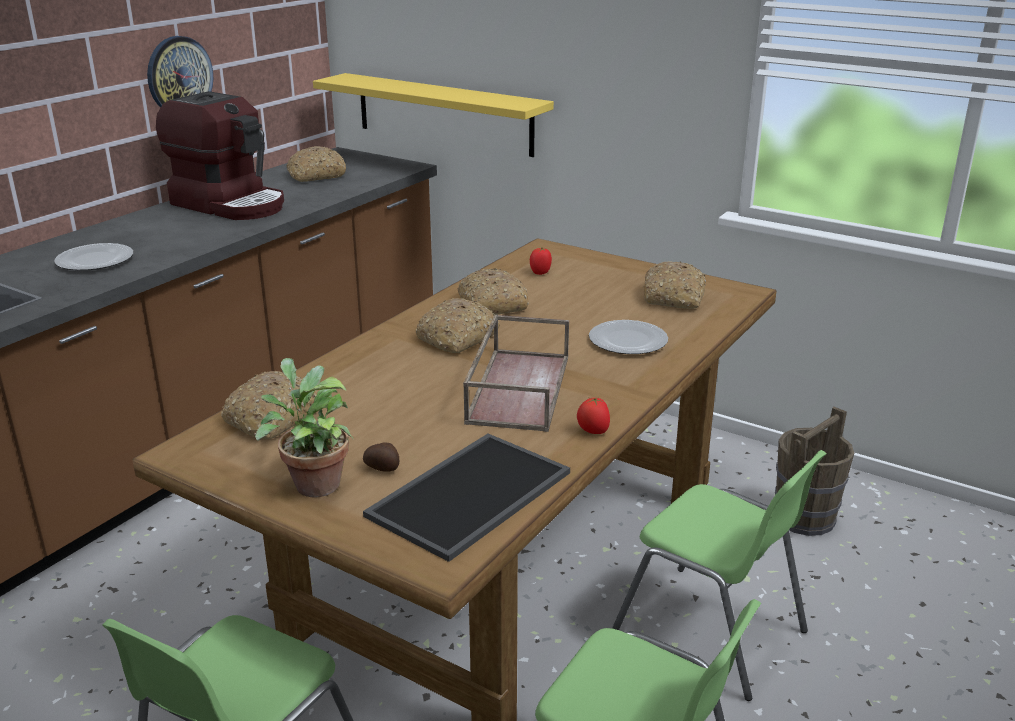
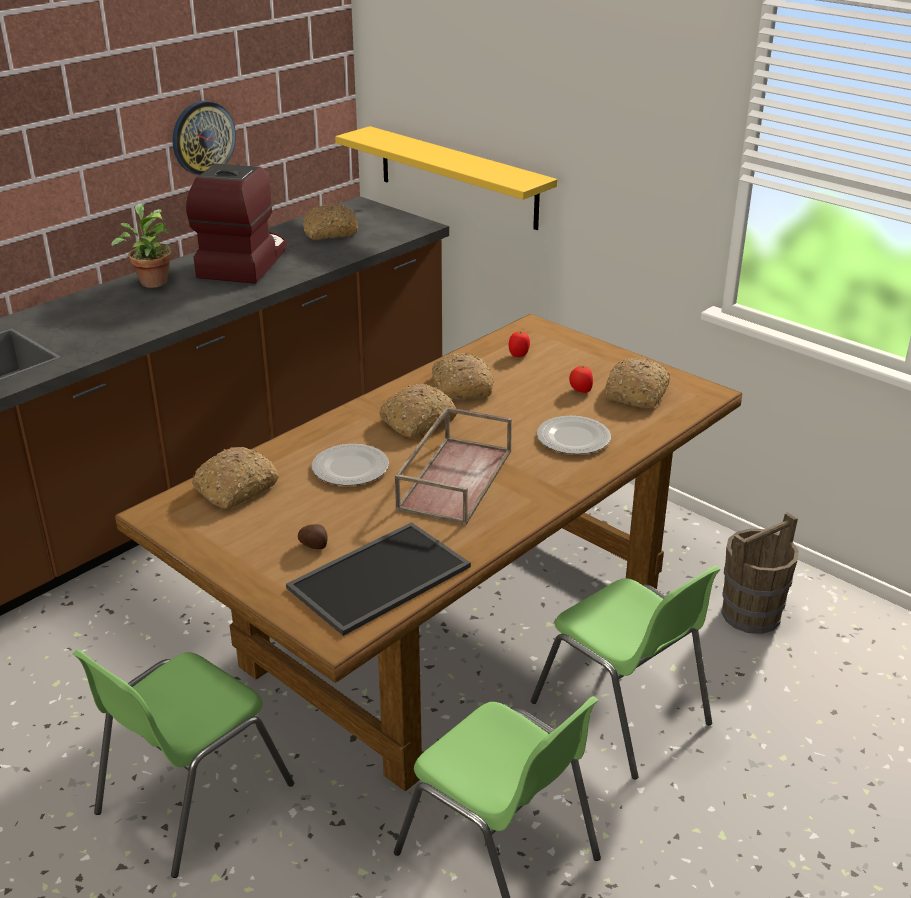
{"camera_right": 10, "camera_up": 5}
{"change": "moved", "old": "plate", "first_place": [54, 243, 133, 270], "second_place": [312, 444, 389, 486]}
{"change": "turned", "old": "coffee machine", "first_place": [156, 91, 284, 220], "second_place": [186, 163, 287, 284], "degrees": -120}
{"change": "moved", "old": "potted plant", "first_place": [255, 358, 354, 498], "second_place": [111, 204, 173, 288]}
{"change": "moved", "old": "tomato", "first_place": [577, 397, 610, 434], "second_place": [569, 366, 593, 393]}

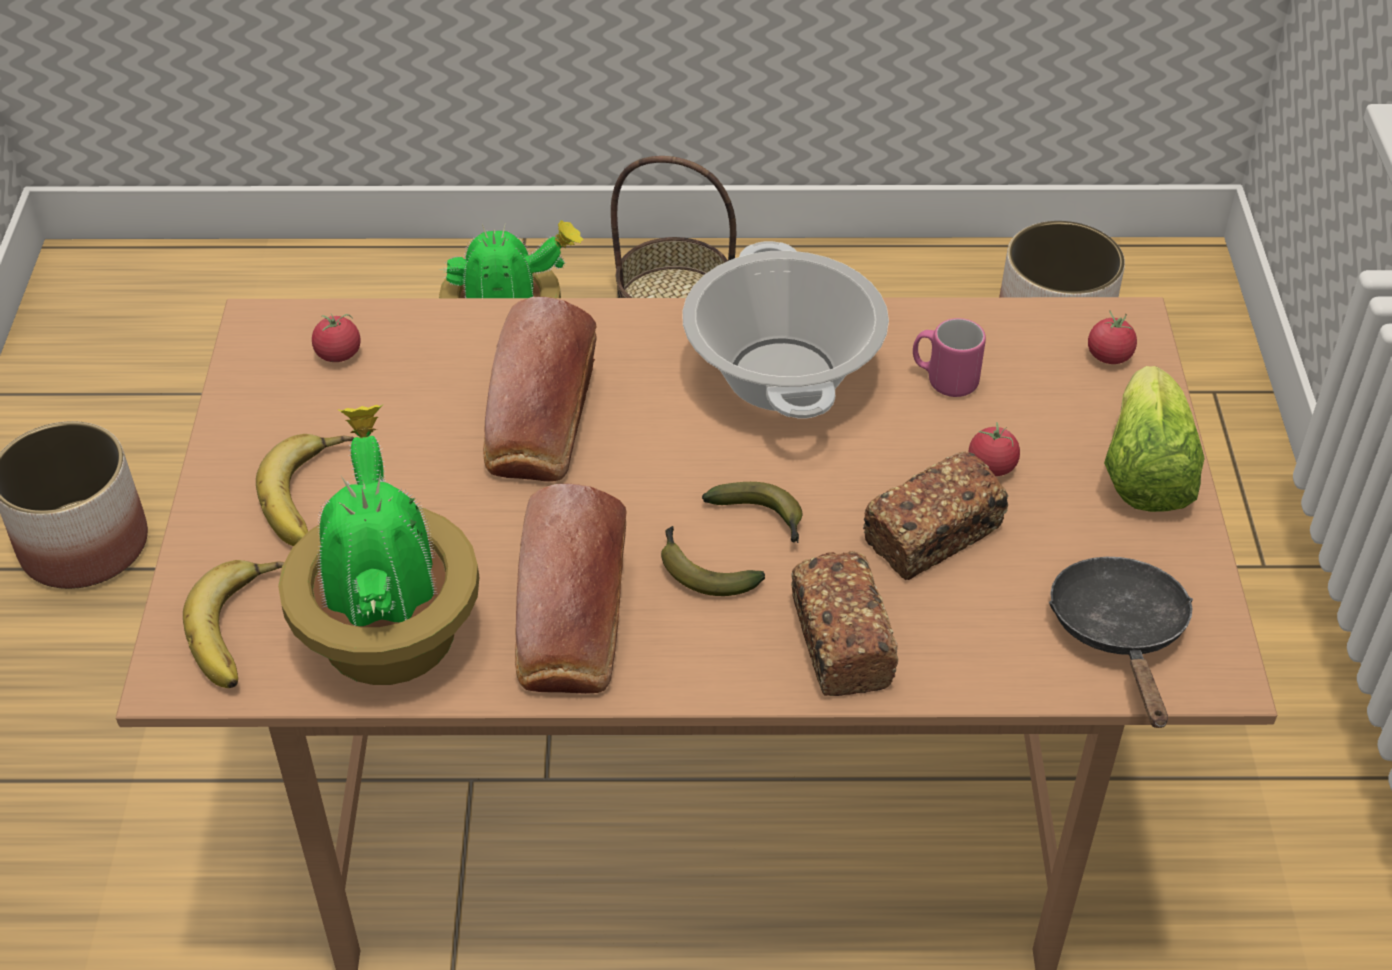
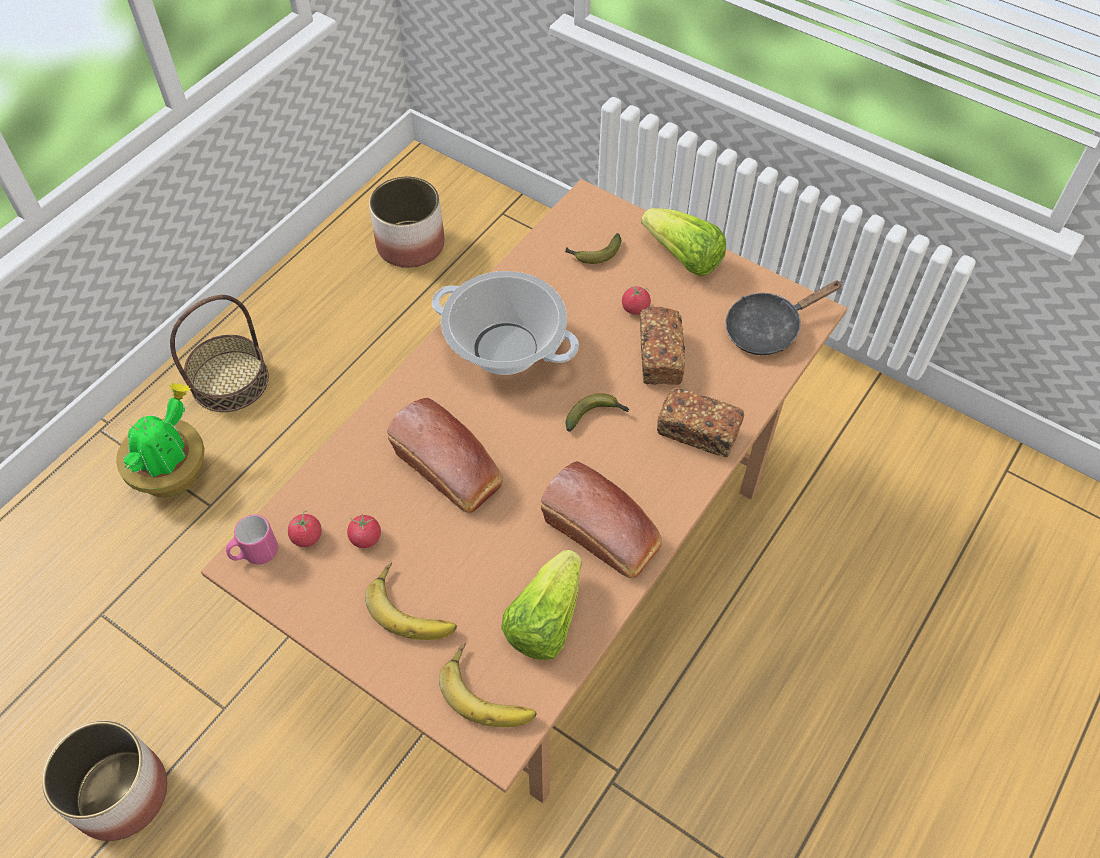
{"camera_right": -55, "camera_up": 10}
{"change": "replaced", "old": "potted plant", "new": "lettuce", "first_place": [278, 404, 480, 685], "second_place": [501, 550, 582, 660]}
{"change": "moved", "old": "banana", "first_place": [661, 526, 765, 596], "second_place": [565, 233, 621, 264]}
{"change": "moved", "old": "pink mug", "first_place": [913, 318, 986, 397], "second_place": [226, 514, 278, 565]}
{"change": "turned", "old": "black frying pan", "first_place": [1049, 557, 1193, 728], "second_place": [725, 281, 843, 355], "degrees": -60}
{"change": "moved", "old": "tomato", "first_place": [1088, 310, 1137, 364], "second_place": [347, 514, 381, 548]}

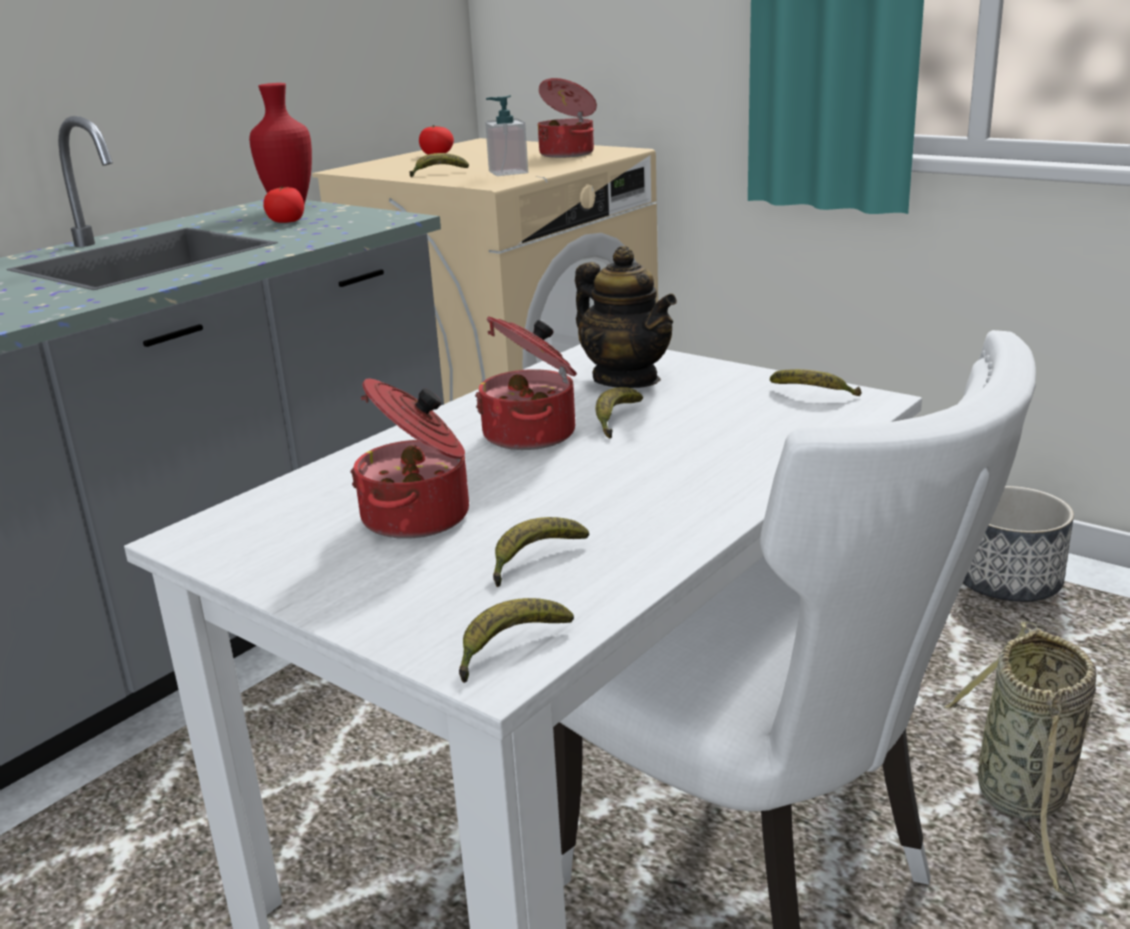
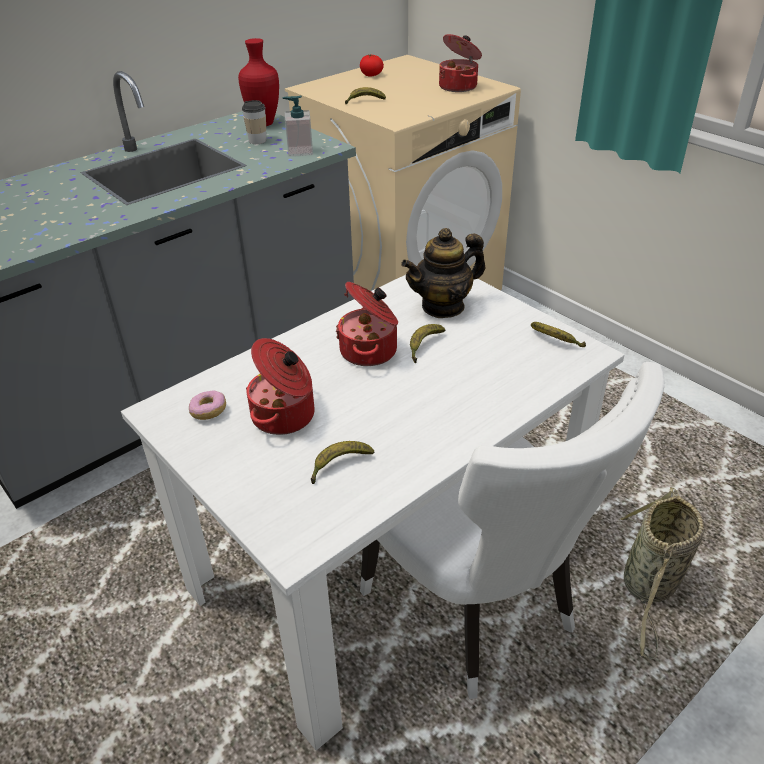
{"camera_right": 10, "camera_up": 15}
{"change": "replaced", "old": "tomato", "new": "cup", "first_place": [263, 186, 304, 223], "second_place": [242, 100, 266, 144]}
{"change": "removed", "old": "banana", "first_place": [459, 598, 574, 683]}
{"change": "moved", "old": "soap dispenser", "first_place": [485, 95, 528, 176], "second_place": [282, 96, 313, 156]}
{"change": "turned", "old": "teapot", "first_place": [575, 246, 677, 388], "second_place": [401, 228, 485, 318], "degrees": 90}
{"change": "removed", "old": "planter", "first_place": [963, 486, 1074, 602]}
{"change": "added", "new": "donut", "second_place": [189, 390, 226, 420]}

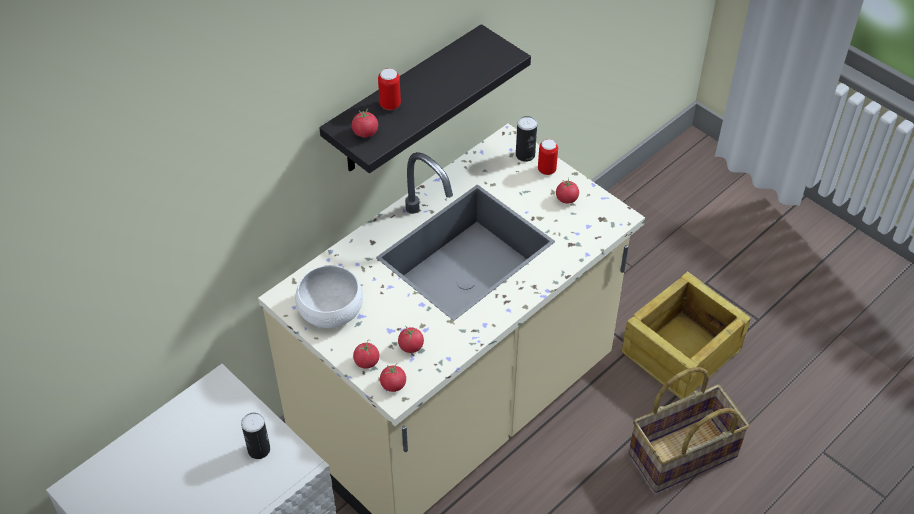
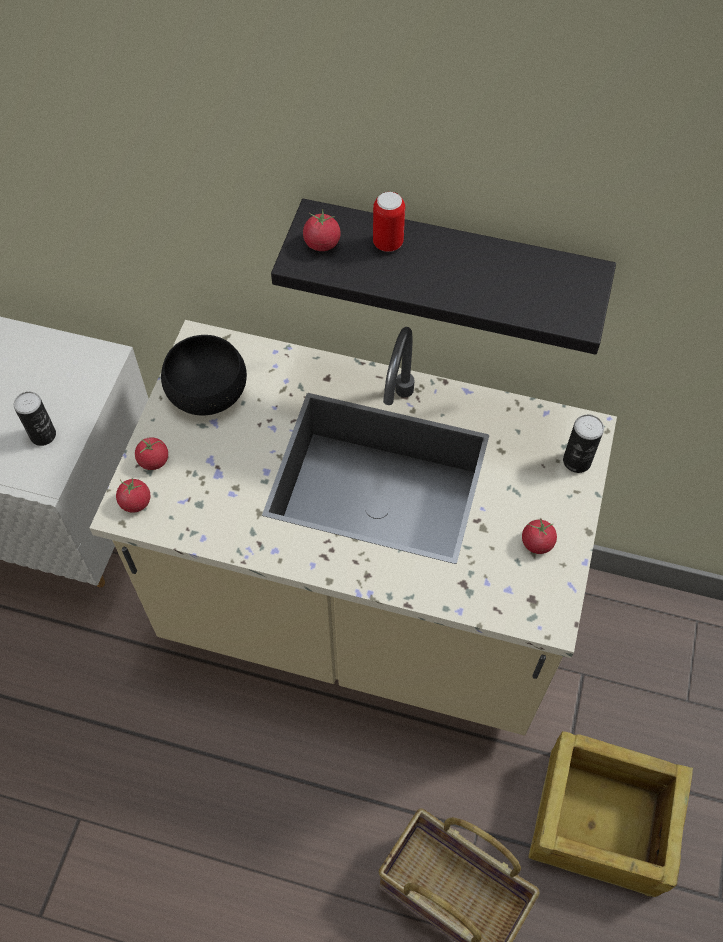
{"camera_right": 60, "camera_up": 10}
{"change": "recoloured", "old": "white bowl", "new": "black bowl", "first_place": [295, 265, 363, 328], "second_place": [161, 335, 247, 415]}
{"change": "removed", "old": "tomato", "first_place": [398, 326, 424, 353]}
{"change": "removed", "old": "can", "first_place": [538, 139, 558, 175]}

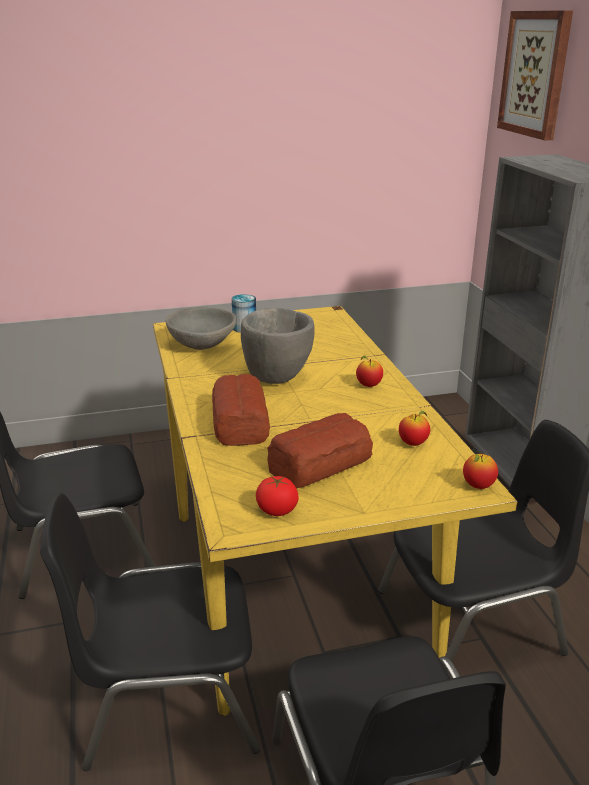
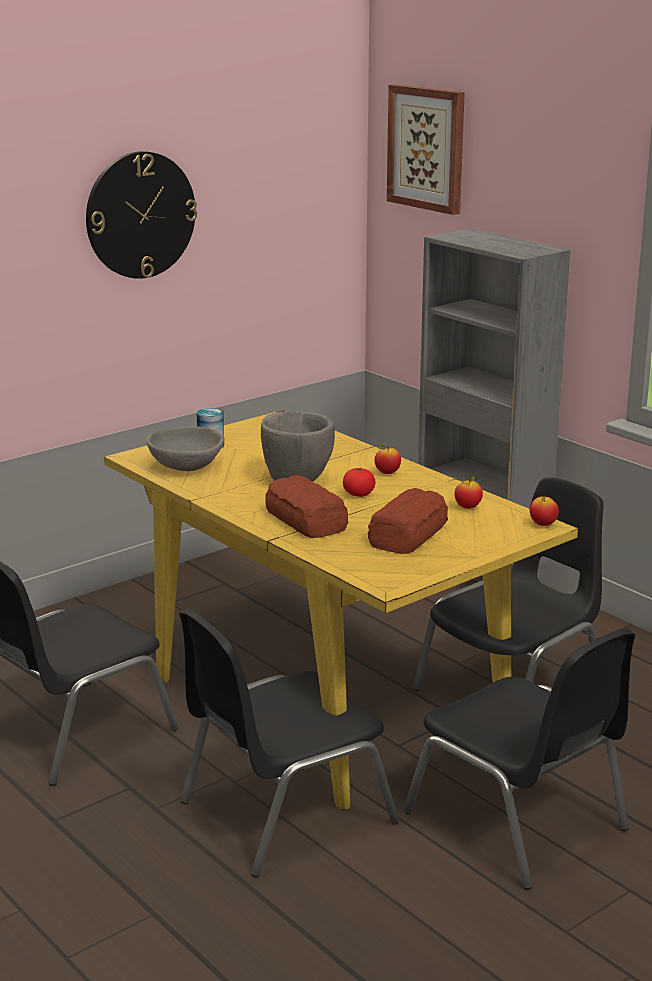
{"camera_right": -25, "camera_up": -5}
{"change": "moved", "old": "tomato", "first_place": [256, 476, 298, 516], "second_place": [343, 468, 376, 497]}
{"change": "added", "new": "wall clock", "second_place": [86, 151, 197, 279]}

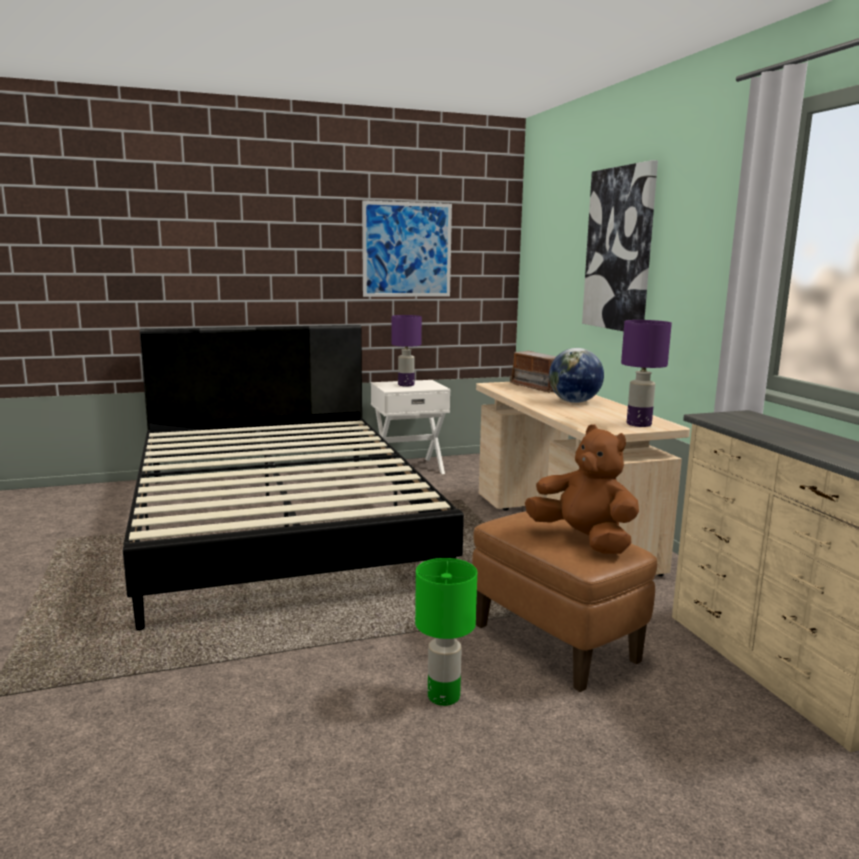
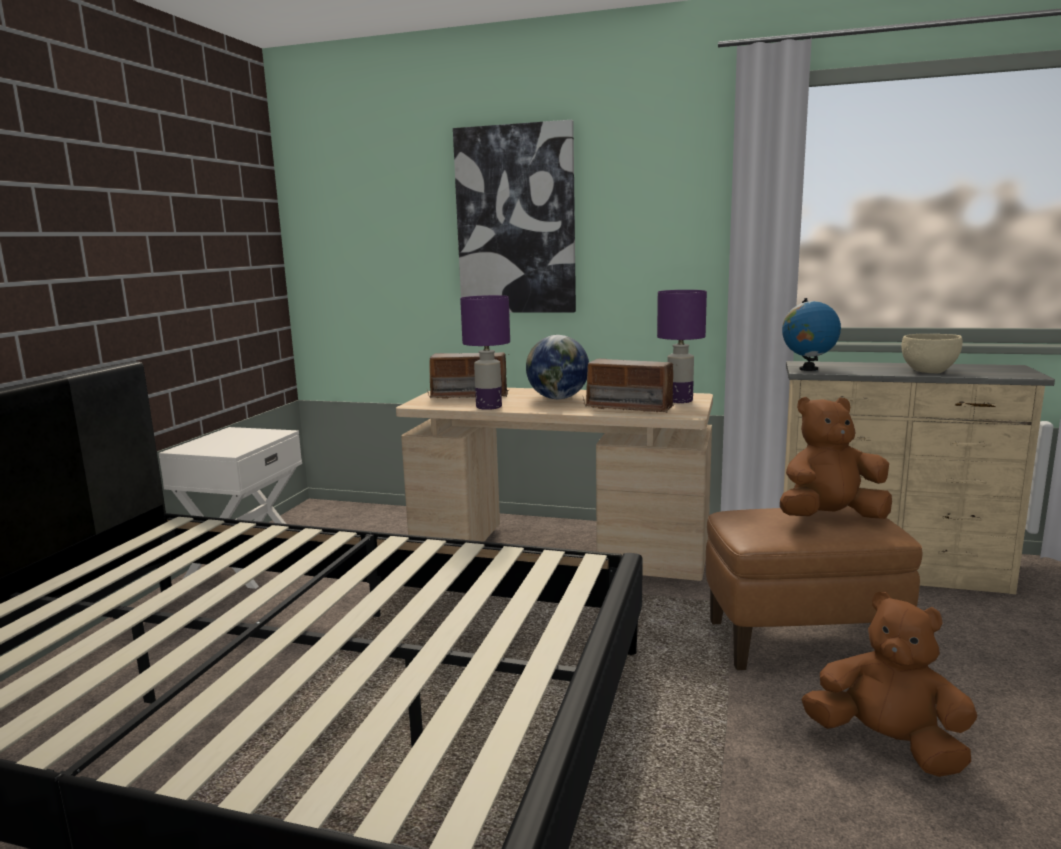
{"camera_right": -55, "camera_up": 0}
{"change": "removed", "old": "picture", "first_place": [362, 200, 452, 297]}
{"change": "moved", "old": "purple table lamp", "first_place": [392, 315, 422, 386], "second_place": [460, 295, 510, 410]}
{"change": "replaced", "old": "green table lamp", "new": "brown plush toy", "first_place": [415, 558, 477, 706], "second_place": [802, 592, 978, 777]}
{"change": "added", "new": "radio", "second_place": [582, 358, 678, 413]}
{"change": "added", "new": "globe", "second_place": [782, 298, 841, 371]}
{"change": "added", "new": "beige bowl", "second_place": [902, 334, 962, 373]}

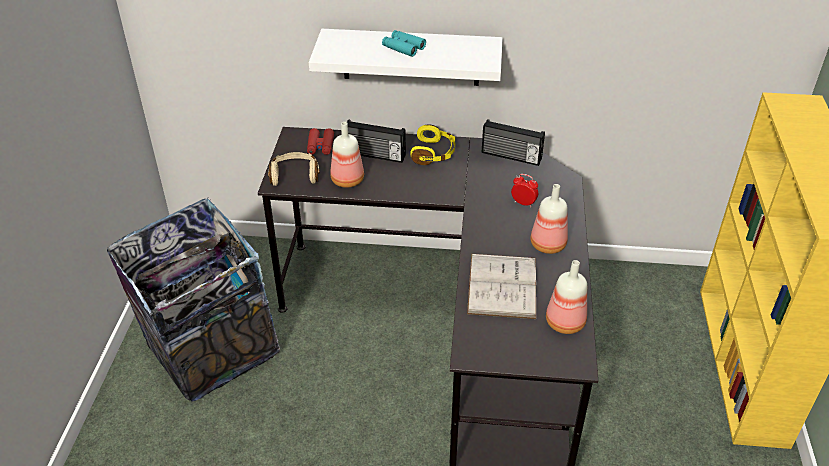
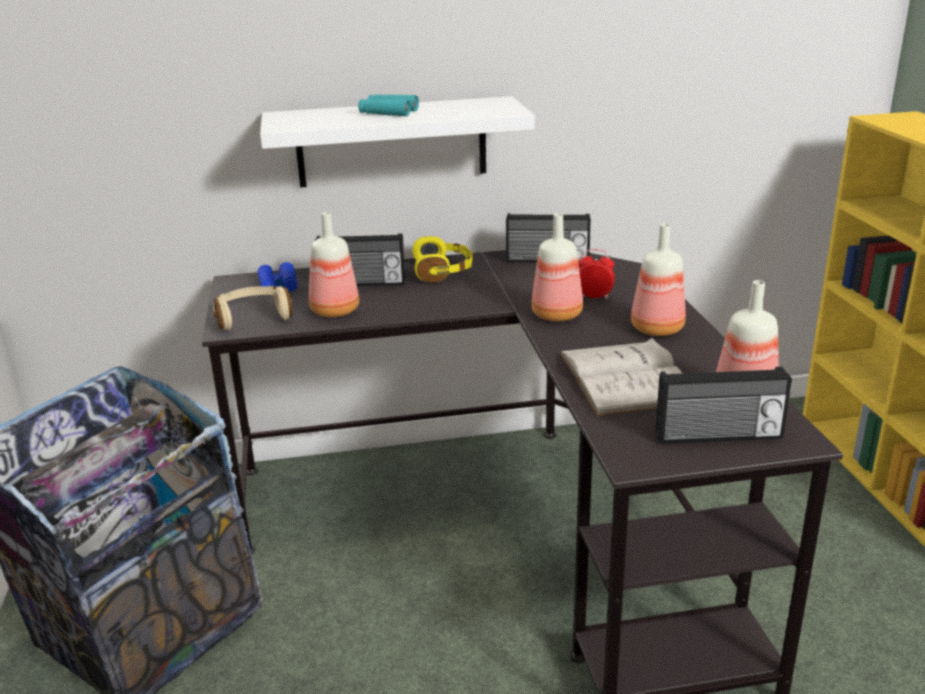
{"camera_right": -15, "camera_up": -15}
{"change": "recoloured", "old": "red binoculars", "new": "blue binoculars", "first_place": [307, 128, 334, 155], "second_place": [258, 262, 297, 292]}
{"change": "added", "new": "bottle", "second_place": [531, 213, 583, 322]}
{"change": "added", "new": "radio", "second_place": [655, 367, 792, 444]}

